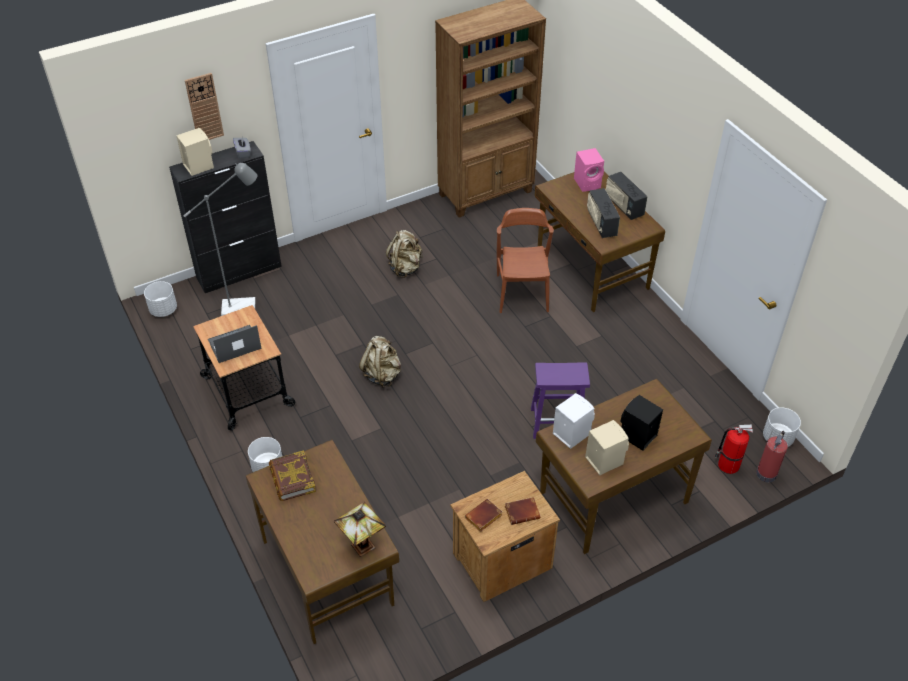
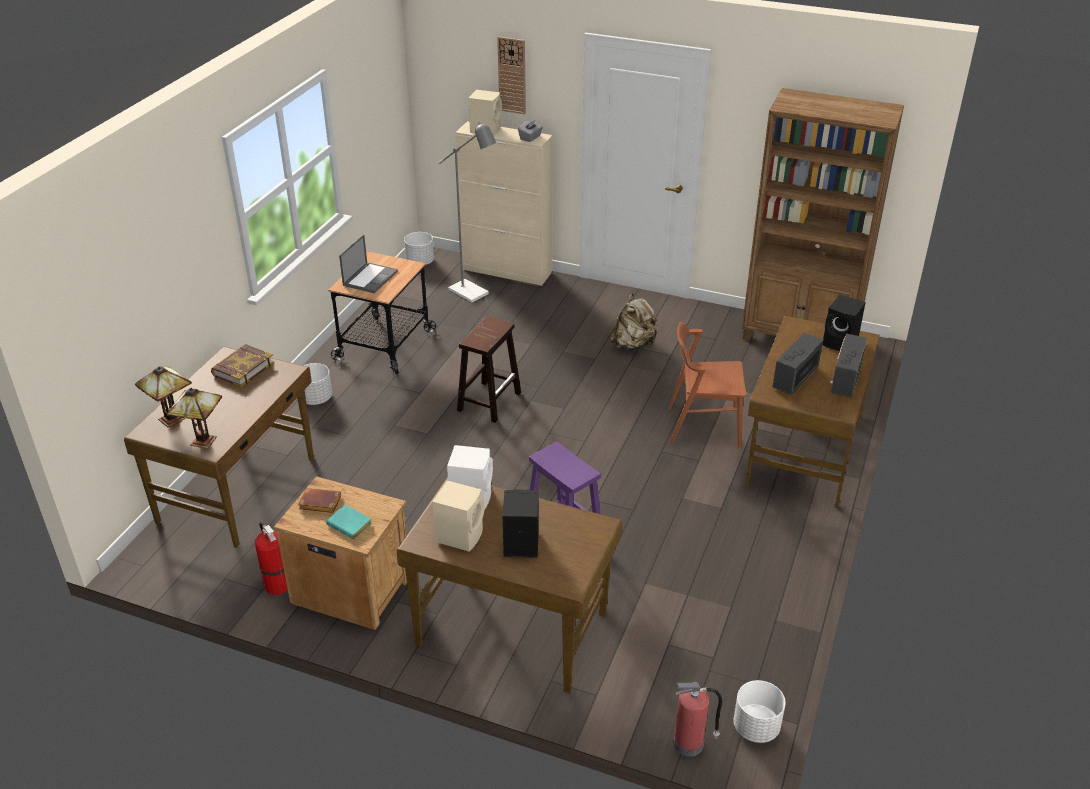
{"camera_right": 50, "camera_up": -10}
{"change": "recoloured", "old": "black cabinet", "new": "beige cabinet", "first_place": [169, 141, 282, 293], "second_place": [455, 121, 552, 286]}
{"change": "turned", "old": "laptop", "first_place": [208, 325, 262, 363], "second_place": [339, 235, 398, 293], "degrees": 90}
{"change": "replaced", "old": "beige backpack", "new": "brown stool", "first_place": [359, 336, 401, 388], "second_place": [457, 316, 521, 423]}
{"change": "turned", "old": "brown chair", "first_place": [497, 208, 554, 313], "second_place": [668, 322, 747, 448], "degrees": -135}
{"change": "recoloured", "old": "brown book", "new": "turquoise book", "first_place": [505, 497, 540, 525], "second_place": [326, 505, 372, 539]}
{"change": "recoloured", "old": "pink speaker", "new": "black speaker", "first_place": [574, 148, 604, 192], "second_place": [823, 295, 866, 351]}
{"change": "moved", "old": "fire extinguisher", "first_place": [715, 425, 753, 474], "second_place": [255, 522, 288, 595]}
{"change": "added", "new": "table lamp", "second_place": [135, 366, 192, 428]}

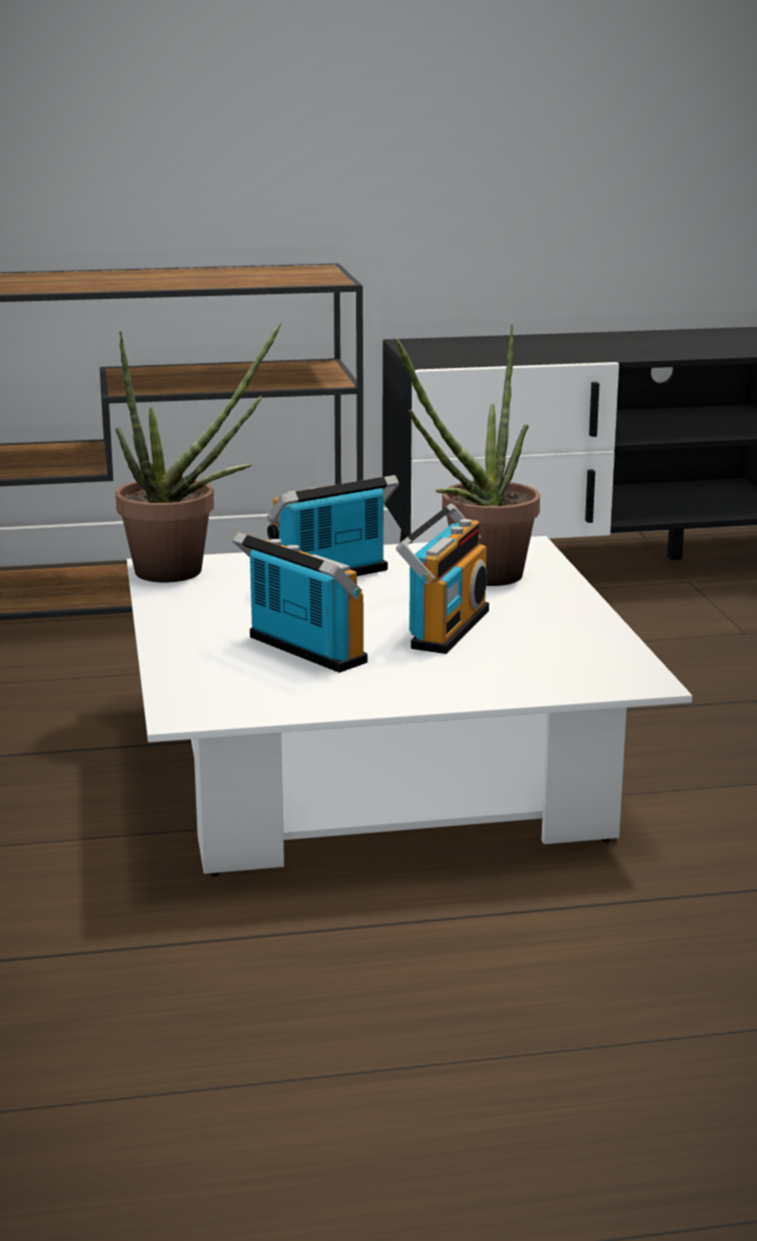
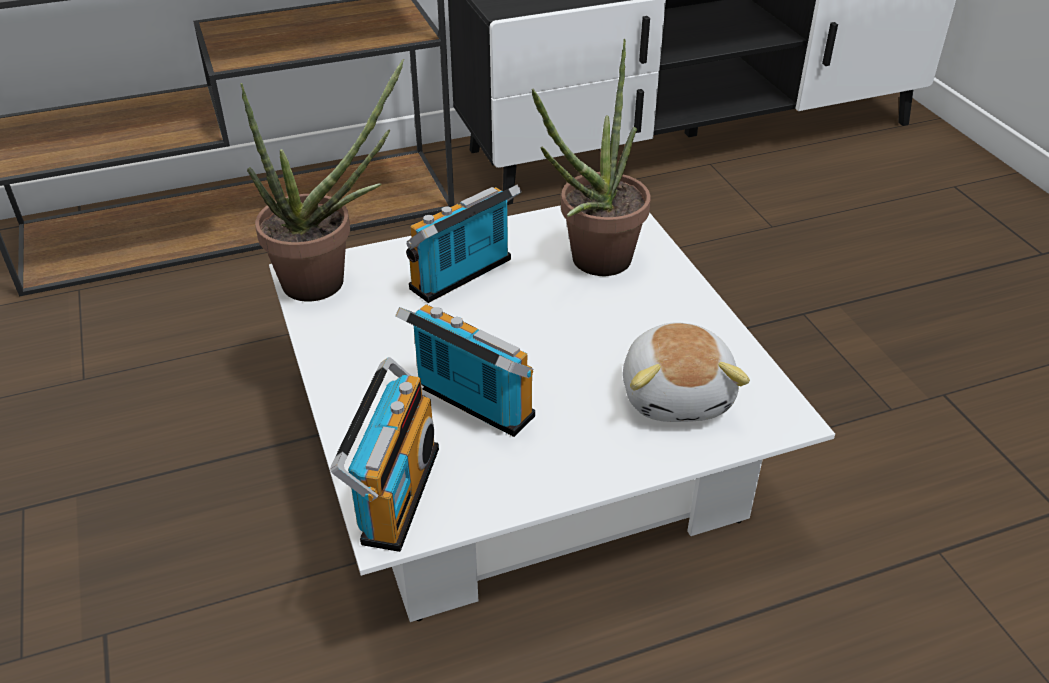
{"camera_right": -10, "camera_up": 20}
{"change": "moved", "old": "radio", "first_place": [396, 503, 489, 654], "second_place": [330, 357, 439, 552]}
{"change": "added", "new": "plush toy", "second_place": [623, 322, 750, 422]}

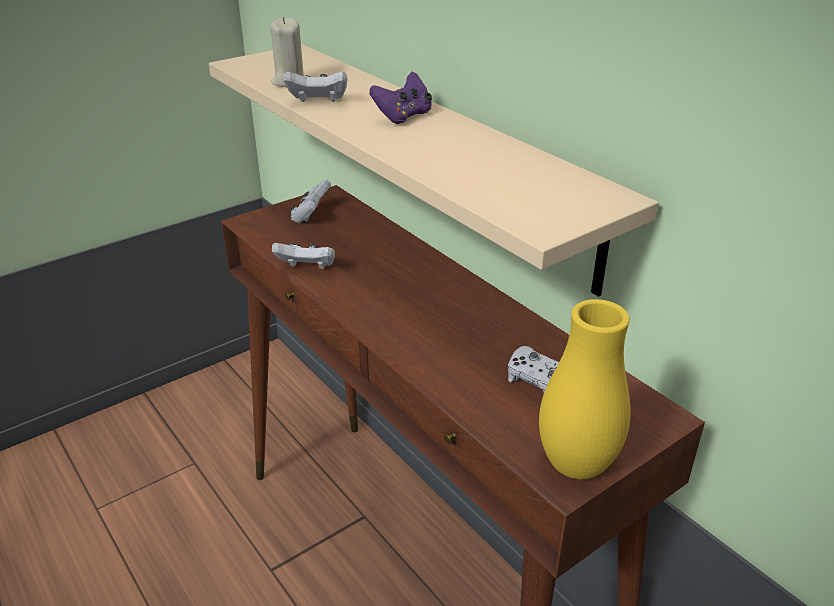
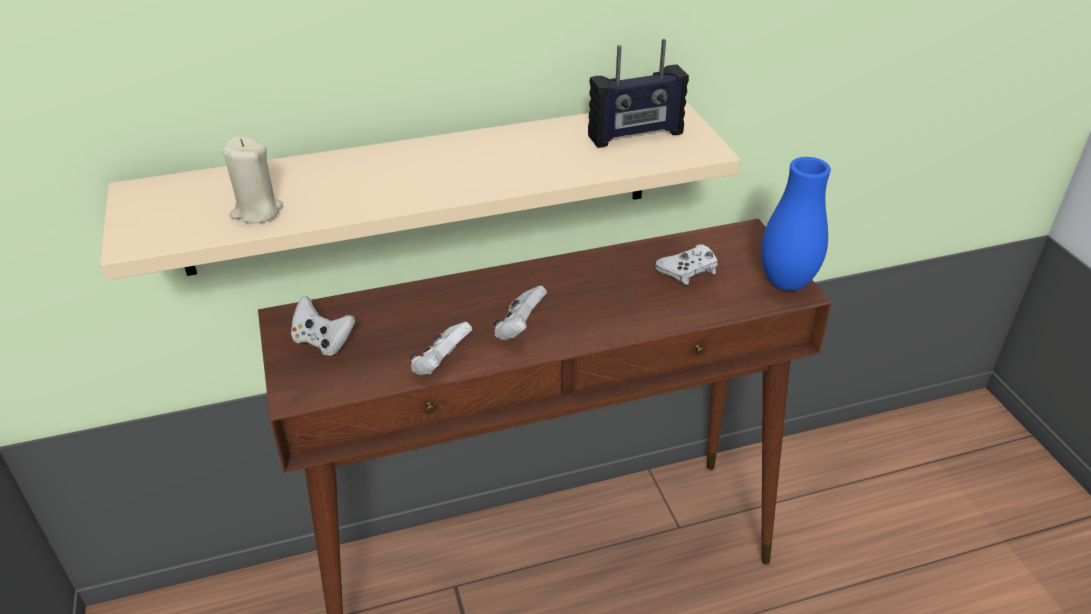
{"camera_right": -70, "camera_up": 5}
{"change": "moved", "old": "white game controller", "first_place": [283, 71, 348, 102], "second_place": [493, 286, 547, 340]}
{"change": "removed", "old": "purple game controller", "first_place": [369, 71, 432, 124]}
{"change": "recoloured", "old": "yellow vase", "new": "blue vase", "first_place": [539, 299, 631, 479], "second_place": [761, 157, 831, 291]}
{"change": "added", "new": "radio", "second_place": [588, 39, 689, 148]}

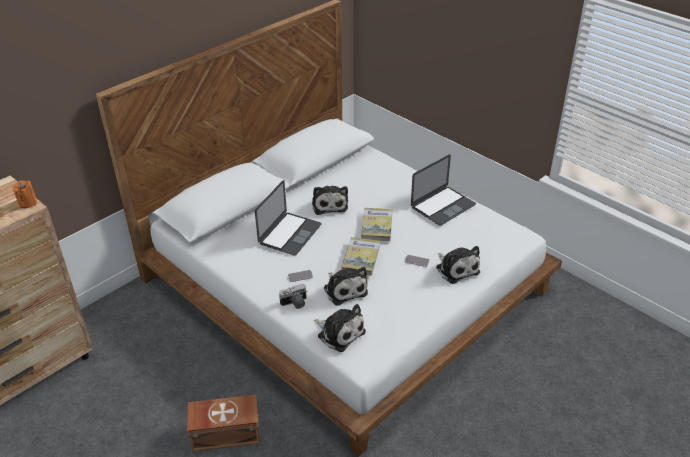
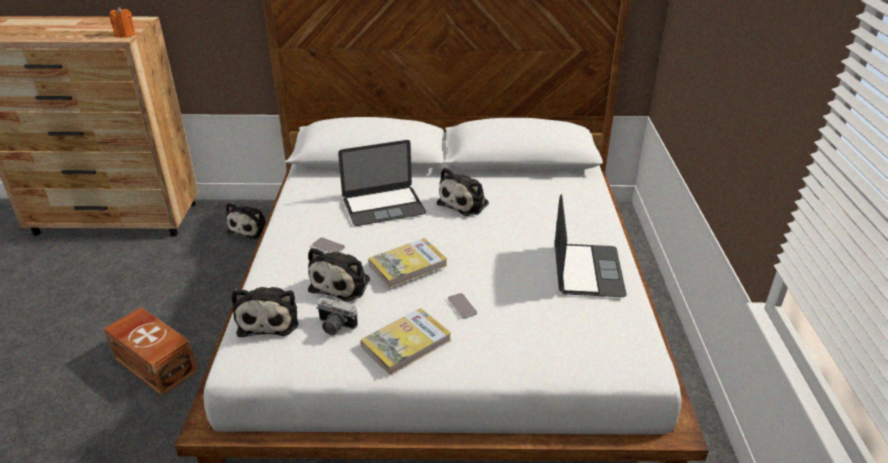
{"camera_right": 45, "camera_up": -5}
{"change": "moved", "old": "photo camera", "first_place": [279, 283, 308, 309], "second_place": [316, 298, 358, 335]}
{"change": "moved", "old": "book", "first_place": [361, 208, 393, 241], "second_place": [361, 308, 451, 375]}
{"change": "turned", "old": "laptop", "first_place": [411, 155, 476, 226], "second_place": [555, 194, 627, 297], "degrees": -90}
{"change": "moved", "old": "plush toy", "first_place": [436, 246, 480, 284], "second_place": [226, 203, 267, 239]}

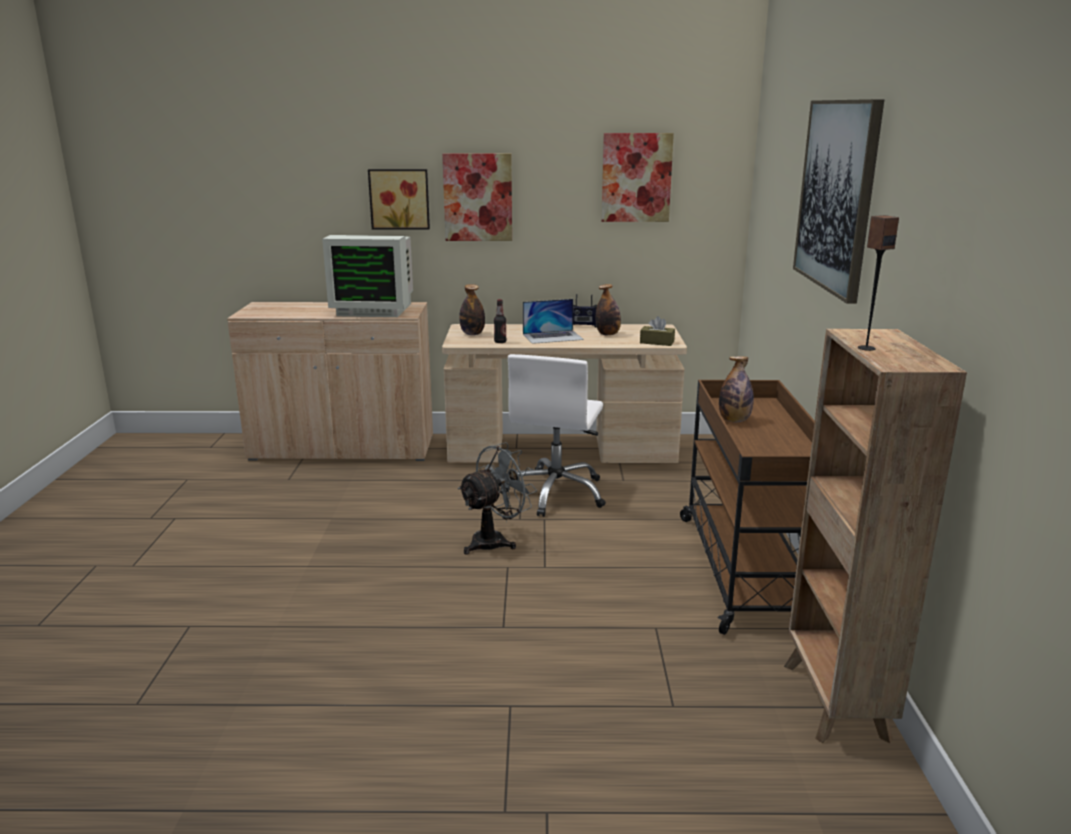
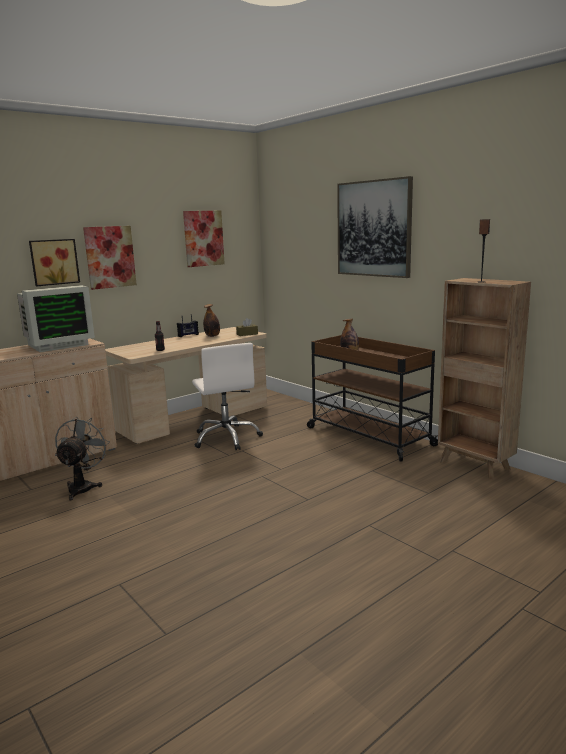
{"camera_right": -40, "camera_up": -5}
{"change": "moved", "old": "grey fan", "first_place": [458, 442, 537, 555], "second_place": [55, 417, 110, 500]}
{"change": "removed", "old": "bottle", "first_place": [459, 284, 485, 335]}
{"change": "removed", "old": "laptop", "first_place": [523, 299, 584, 344]}

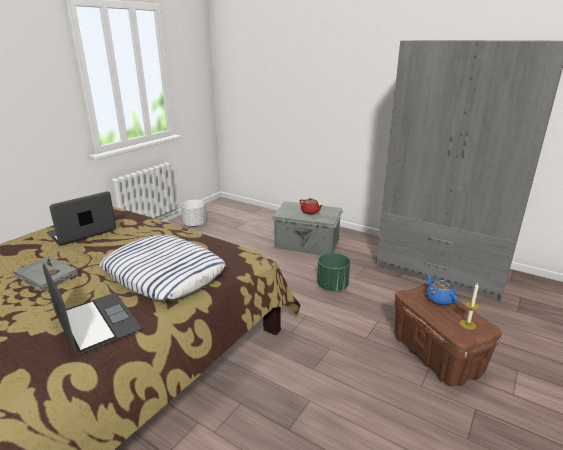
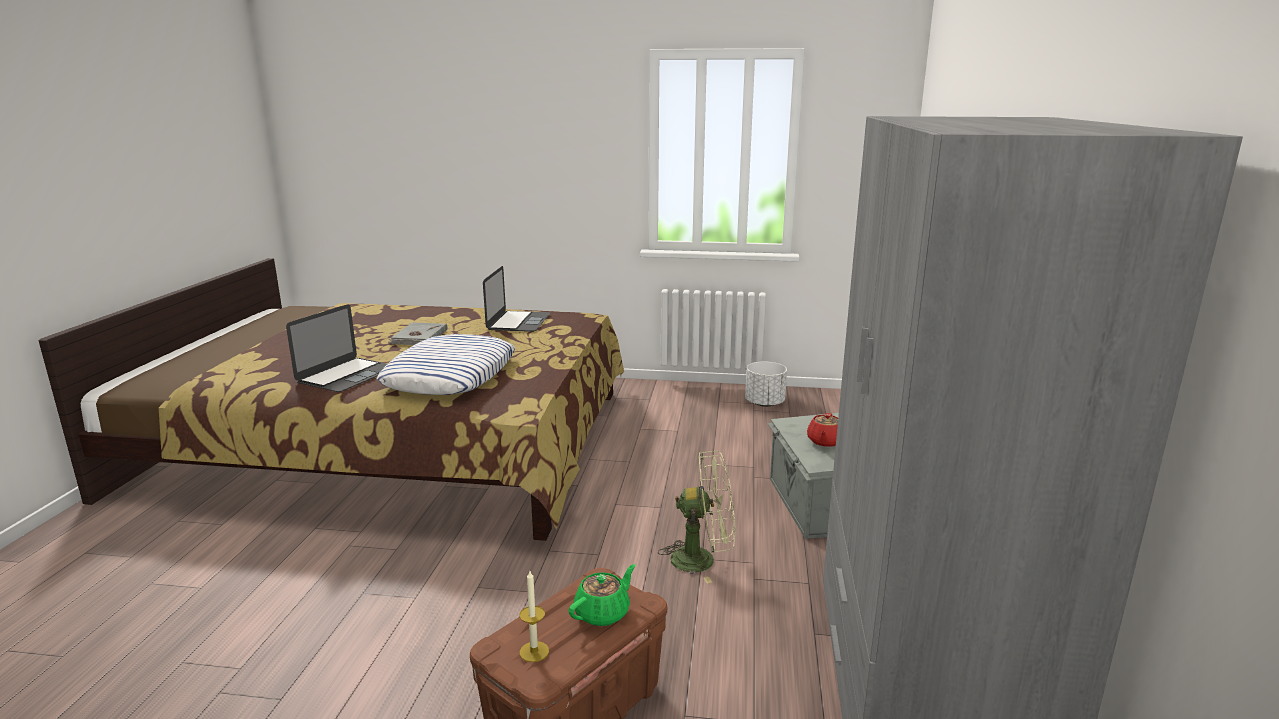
{"camera_right": 65, "camera_up": -5}
{"change": "turned", "old": "laptop", "first_place": [46, 191, 116, 246], "second_place": [483, 266, 550, 332], "degrees": 75}
{"change": "replaced", "old": "green planter", "new": "green fan", "first_place": [317, 253, 350, 291], "second_place": [658, 451, 735, 584]}
{"change": "recoloured", "old": "blue teapot", "new": "green teapot", "first_place": [426, 273, 458, 305], "second_place": [569, 564, 636, 626]}

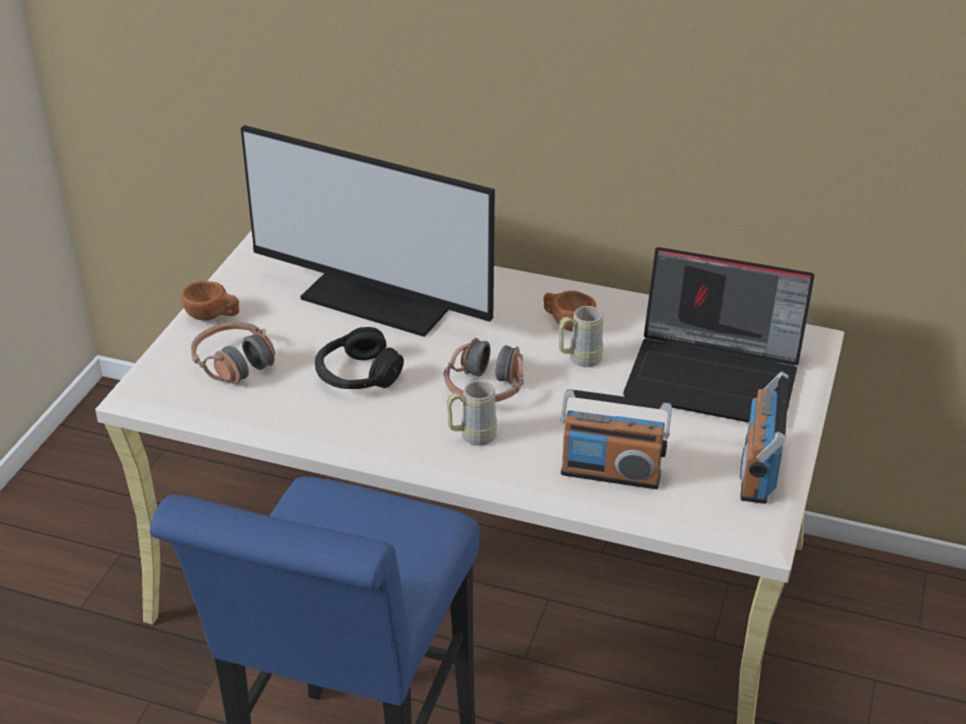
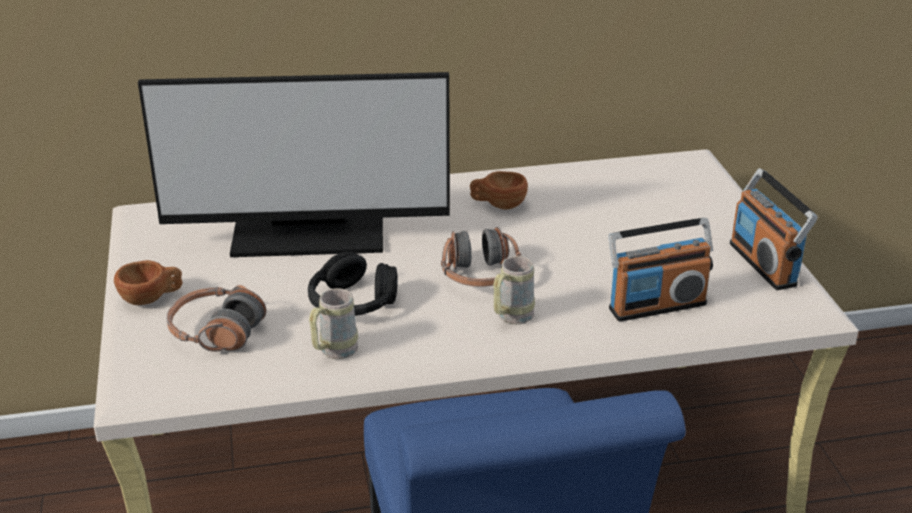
{"camera_right": -30, "camera_up": -5}
{"change": "moved", "old": "beige mug", "first_place": [559, 306, 603, 367], "second_place": [309, 288, 358, 359]}
{"change": "removed", "old": "laptop", "first_place": [623, 247, 814, 423]}

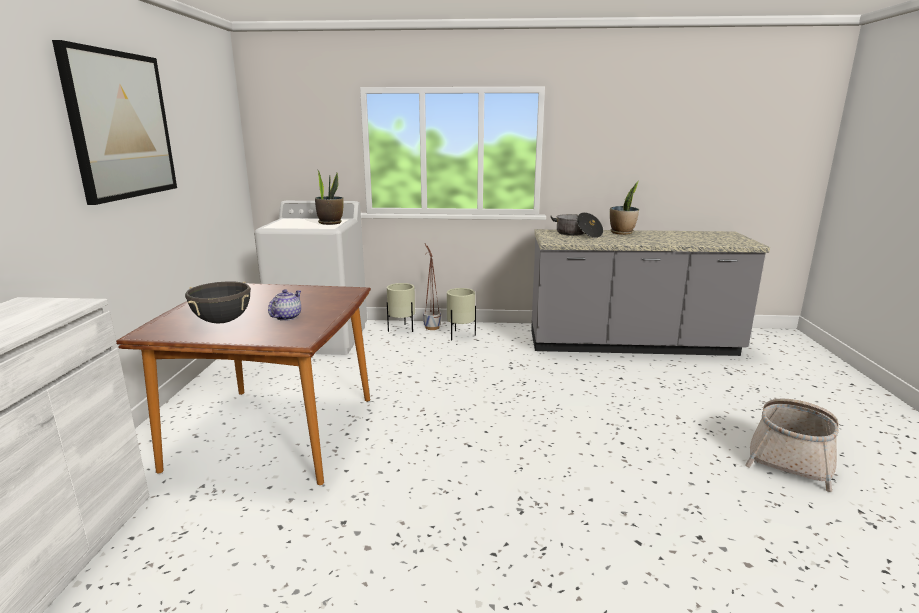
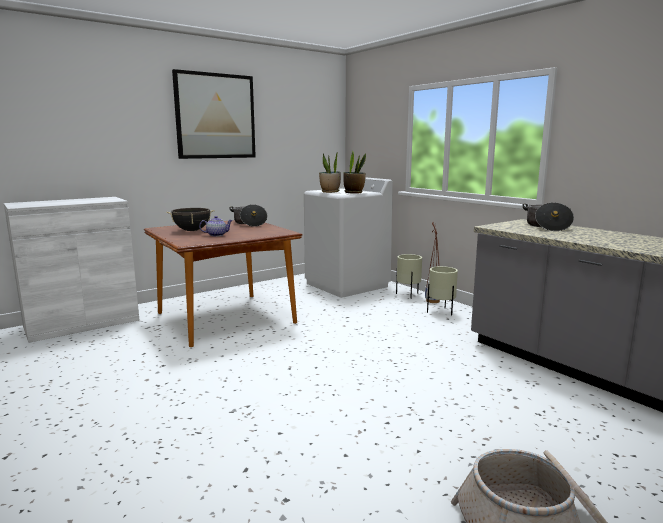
{"camera_right": 50, "camera_up": -5}
{"change": "moved", "old": "potted plant", "first_place": [610, 181, 639, 235], "second_place": [319, 151, 341, 193]}
{"change": "added", "new": "cooking pot", "second_place": [230, 204, 267, 227]}

